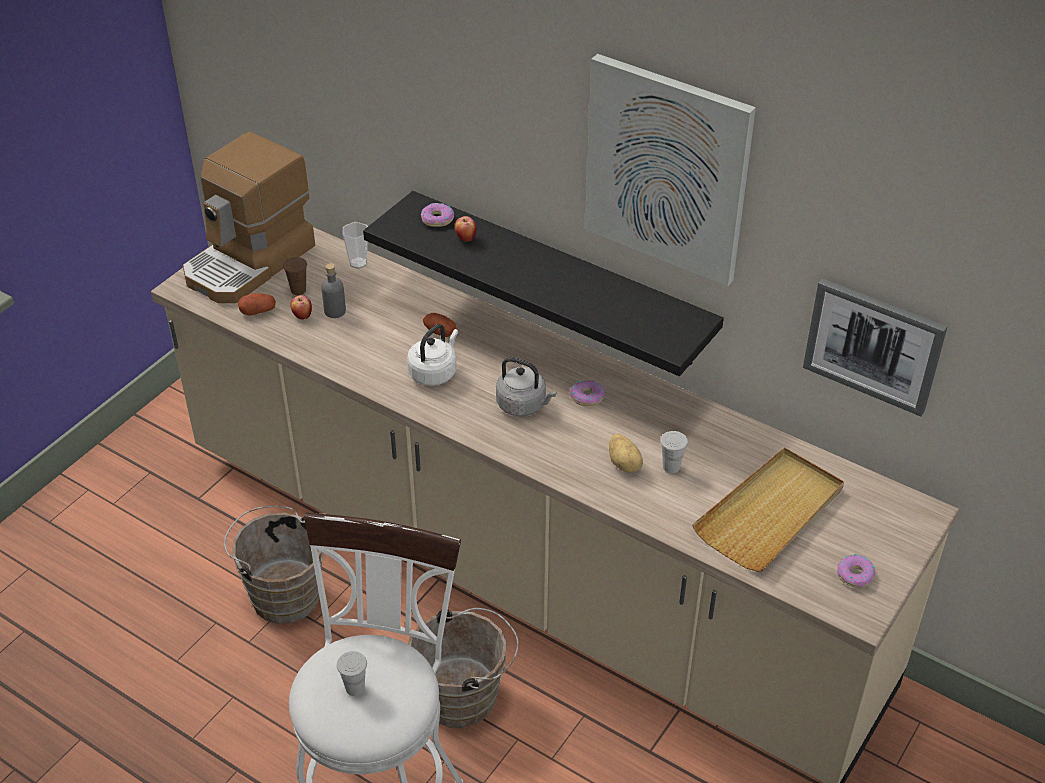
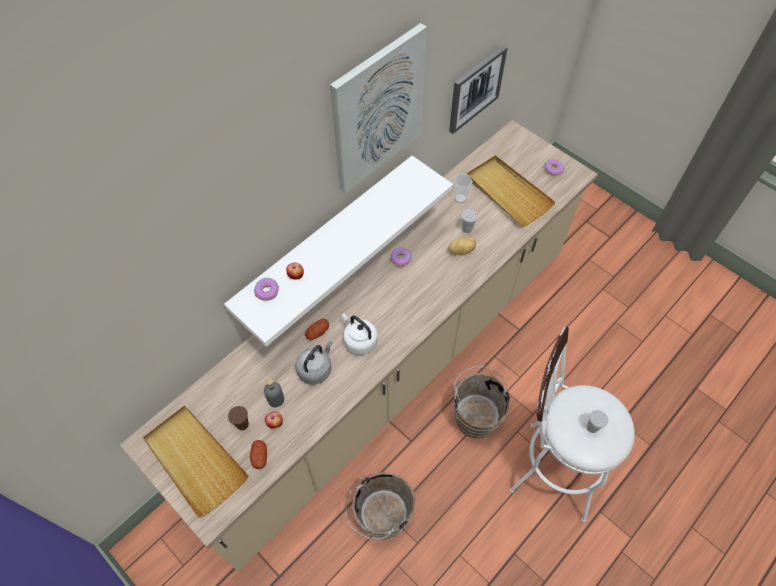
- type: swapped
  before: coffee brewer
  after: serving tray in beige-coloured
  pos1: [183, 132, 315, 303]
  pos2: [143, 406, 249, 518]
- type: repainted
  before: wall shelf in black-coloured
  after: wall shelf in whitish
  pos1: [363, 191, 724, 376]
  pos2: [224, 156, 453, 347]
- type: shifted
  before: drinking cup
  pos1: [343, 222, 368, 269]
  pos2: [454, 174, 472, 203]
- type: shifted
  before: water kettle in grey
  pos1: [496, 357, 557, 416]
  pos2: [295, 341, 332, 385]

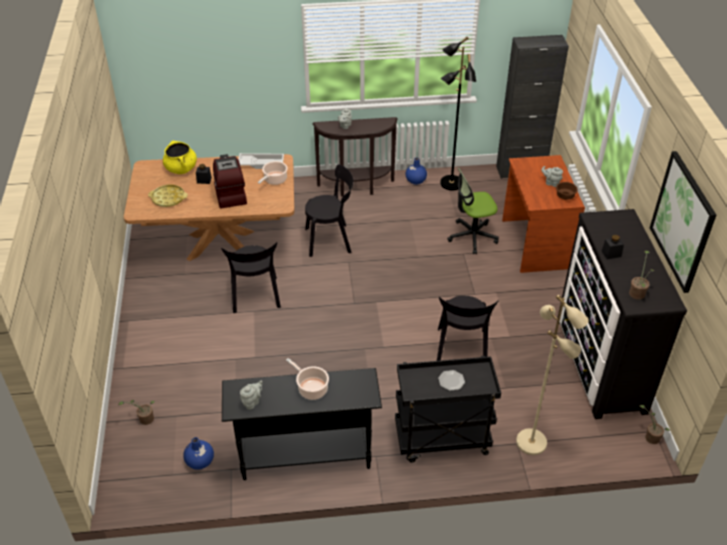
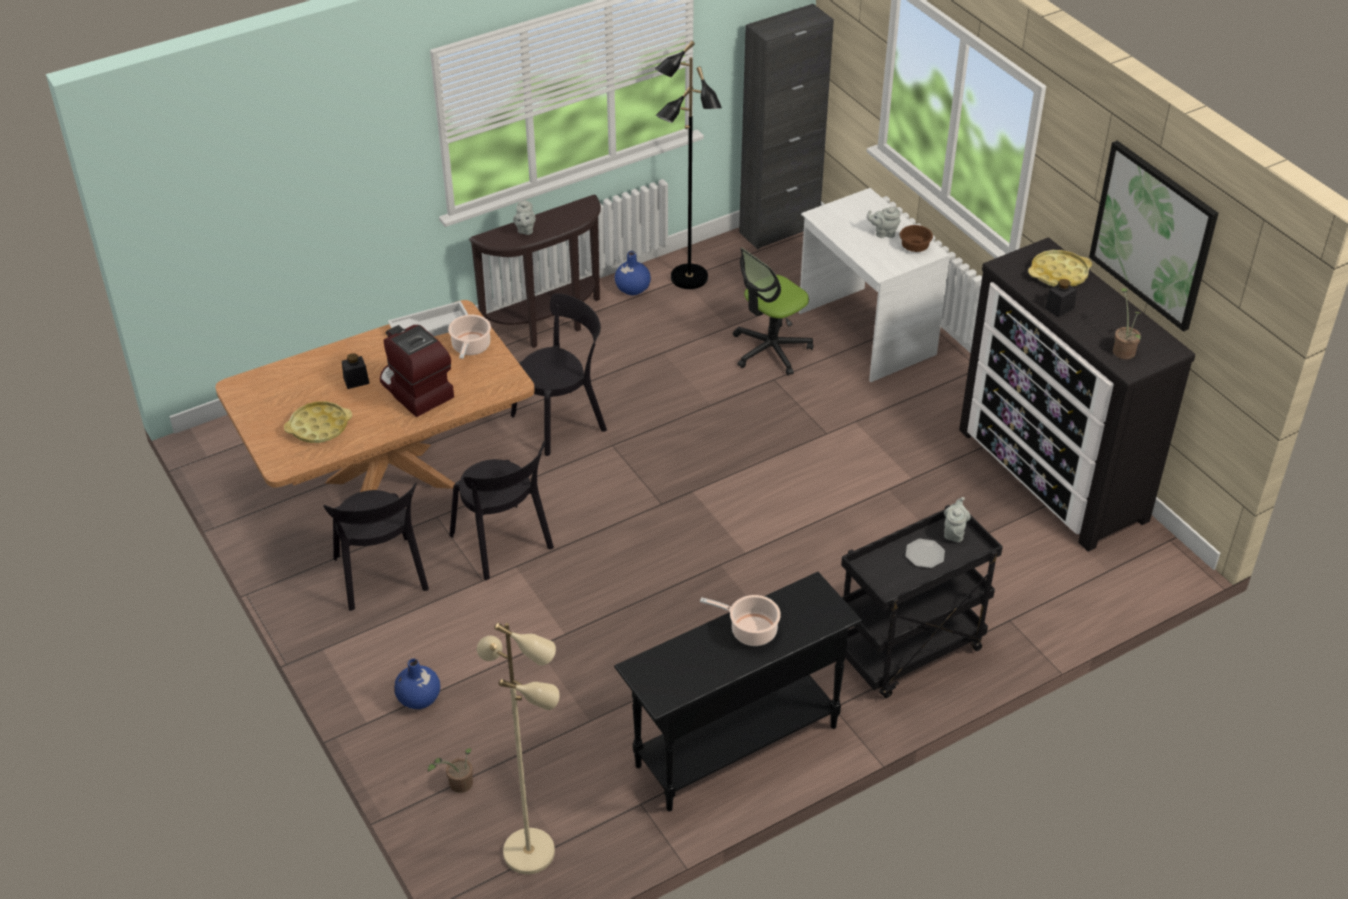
- type: gone
  before: saucepot in yellow
  pos1: [163, 141, 197, 174]
- type: repainted
  before: desk table in brownish
  after: desk table in whitish
  pos1: [502, 155, 585, 273]
  pos2: [799, 188, 950, 382]
- type: shifted
  before: standing lamp in beige-coloured
  pos1: [516, 295, 589, 455]
  pos2: [477, 623, 560, 874]
- type: shifted
  before: upright chair in black-coloured
  pos1: [437, 296, 499, 361]
  pos2: [323, 482, 429, 611]
- type: shifted
  before: teapot in grey
  pos1: [240, 381, 263, 410]
  pos2: [944, 497, 971, 542]
- type: gone
  before: potted plant
  pos1: [640, 405, 670, 444]
- type: shifted
  before: decorative vase in bluish
  pos1: [183, 437, 214, 470]
  pos2: [394, 659, 440, 709]
- type: new
  after: serving tray in yellow
  pos2: [1028, 250, 1092, 287]

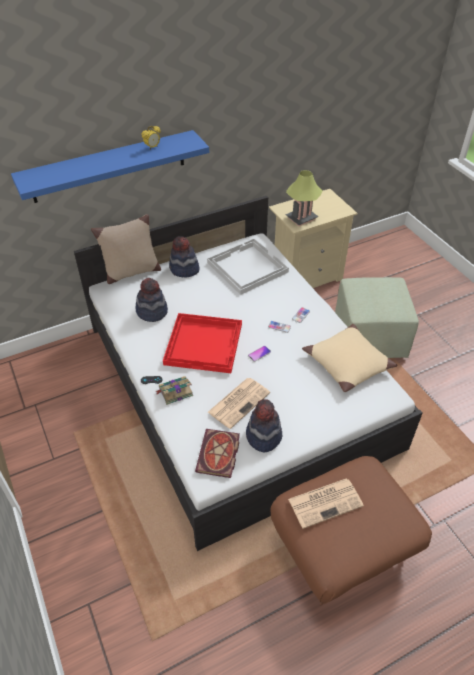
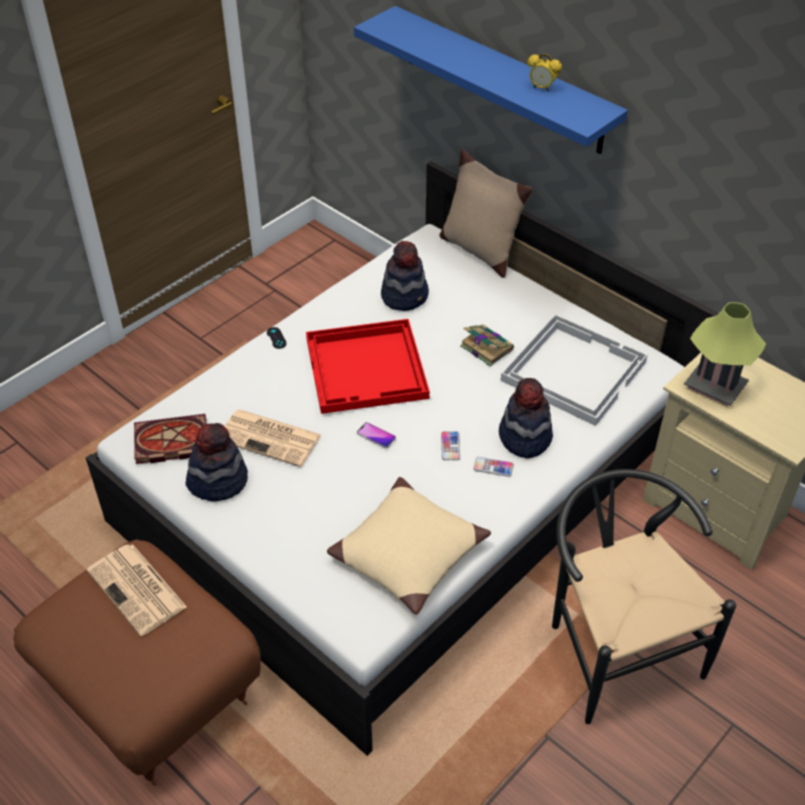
- type: shifted
  before: hat
  pos1: [169, 236, 199, 277]
  pos2: [499, 378, 553, 458]
- type: swapped
  before: pouffe in green-coloured
  after: upright chair in black-coloured
  pos1: [335, 277, 419, 358]
  pos2: [552, 469, 736, 724]
- type: shifted
  before: book
  pos1: [156, 376, 193, 405]
  pos2: [460, 324, 514, 367]

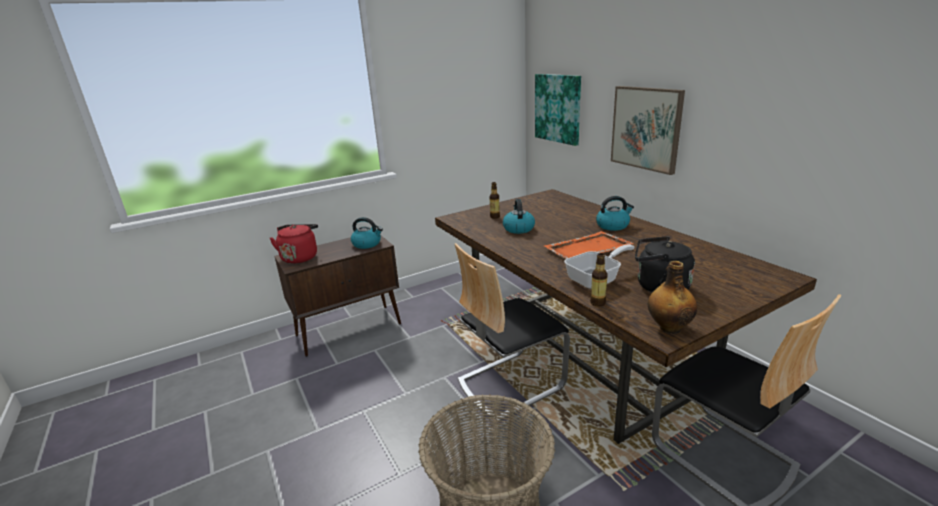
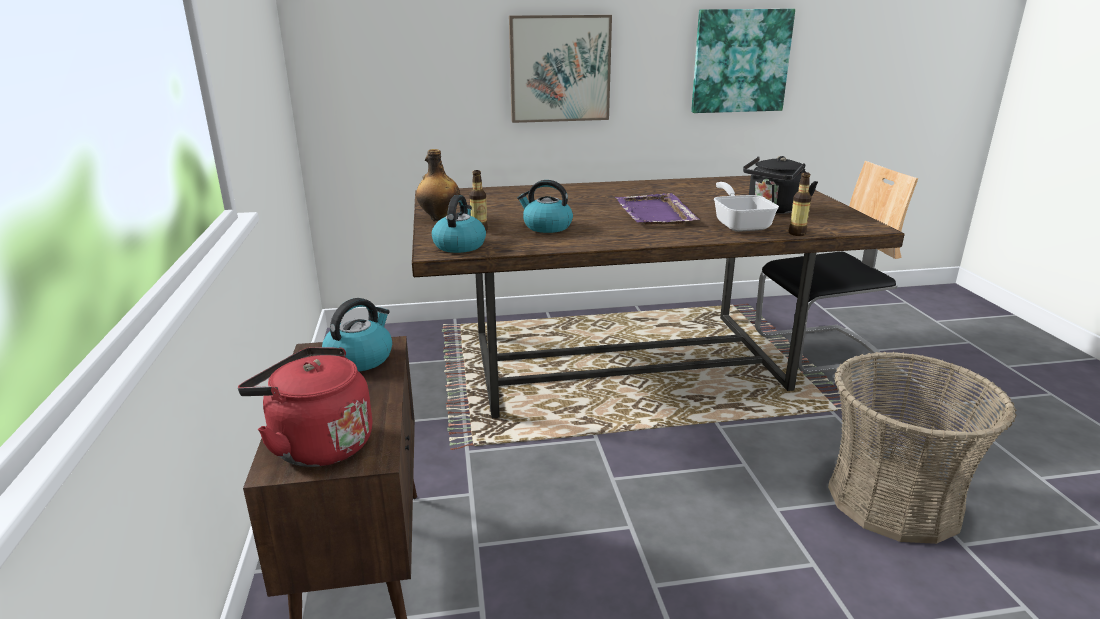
- type: shifted
  before: wall art
  pos1: [535, 74, 581, 146]
  pos2: [691, 9, 795, 113]
- type: shifted
  before: water kettle
  pos1: [596, 196, 634, 231]
  pos2: [432, 195, 486, 253]
- type: repainted
  before: serving tray in orange
  after: serving tray in purplish
  pos1: [544, 231, 634, 259]
  pos2: [615, 193, 700, 225]
- type: gone
  before: upright chair
  pos1: [455, 243, 570, 421]
- type: shifted
  before: beverage bottle
  pos1: [648, 261, 697, 334]
  pos2: [416, 149, 461, 221]

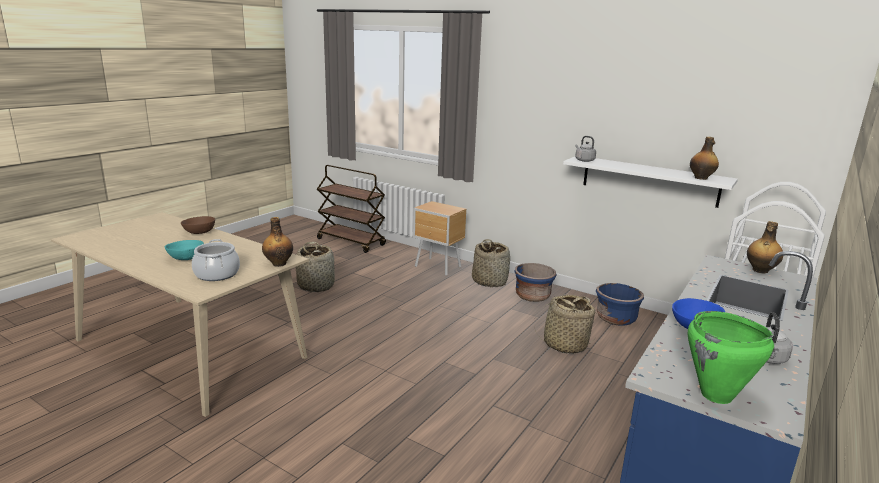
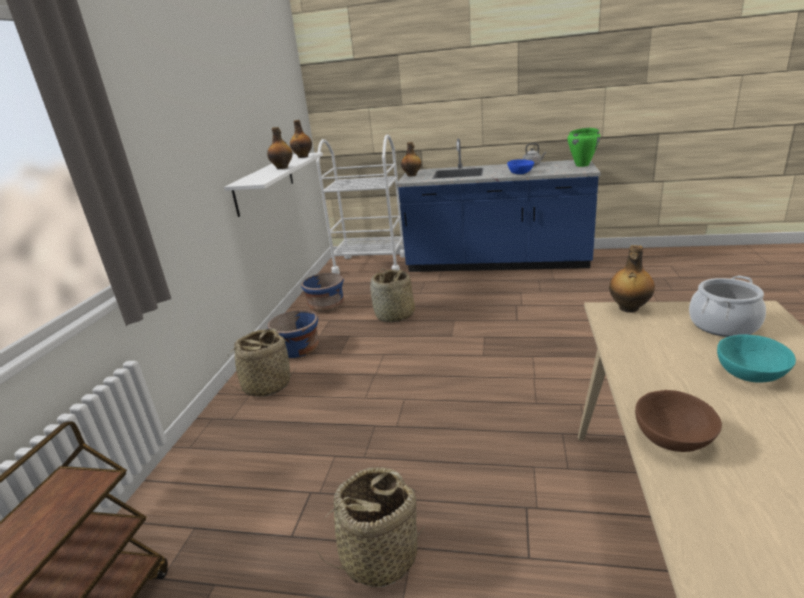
- type: gone
  before: water kettle in grey
  pos1: [575, 136, 596, 162]
- type: gone
  before: nightstand in brownish
  pos1: [413, 201, 466, 276]
- type: new
  after: beverage bottle
  pos2: [267, 127, 293, 169]

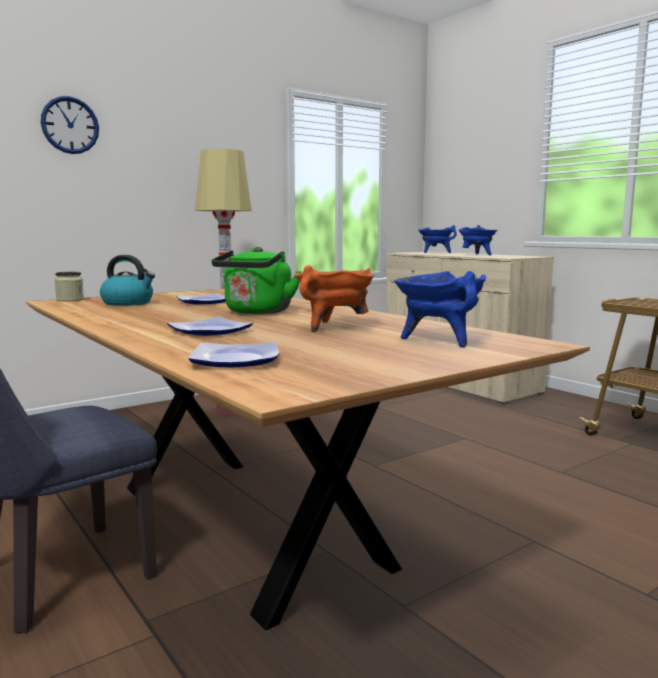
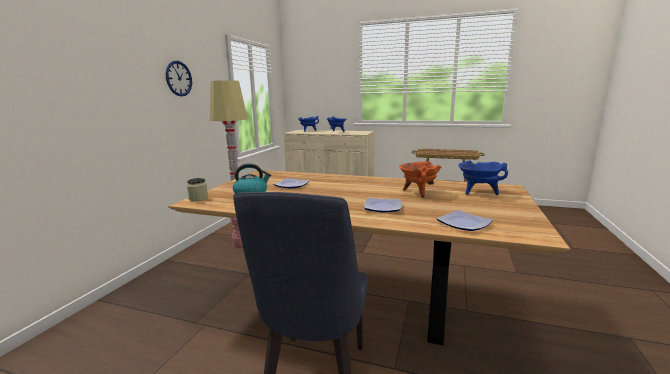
- type: shifted
  before: clock on the wall
  pos1: [41, 96, 99, 154]
  pos2: [166, 61, 192, 96]
- type: gone
  before: water kettle in green-coloured
  pos1: [212, 246, 302, 314]

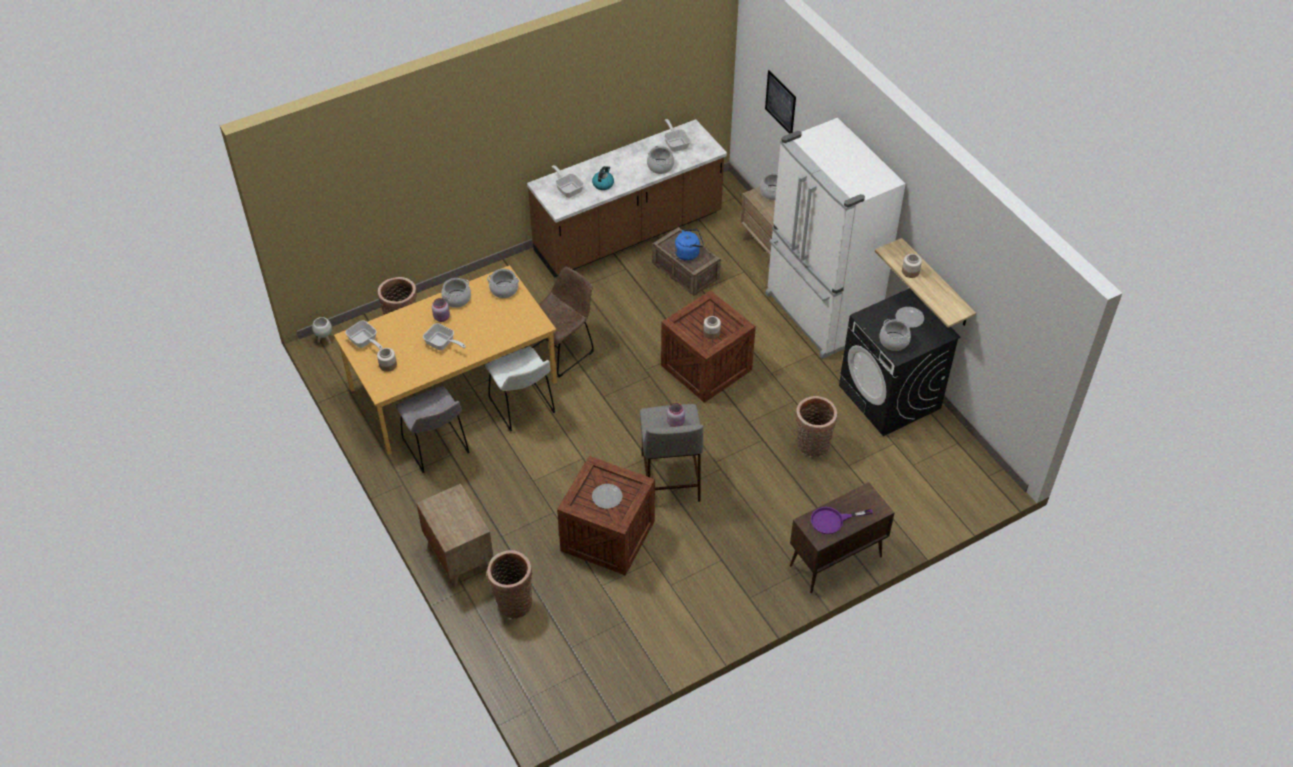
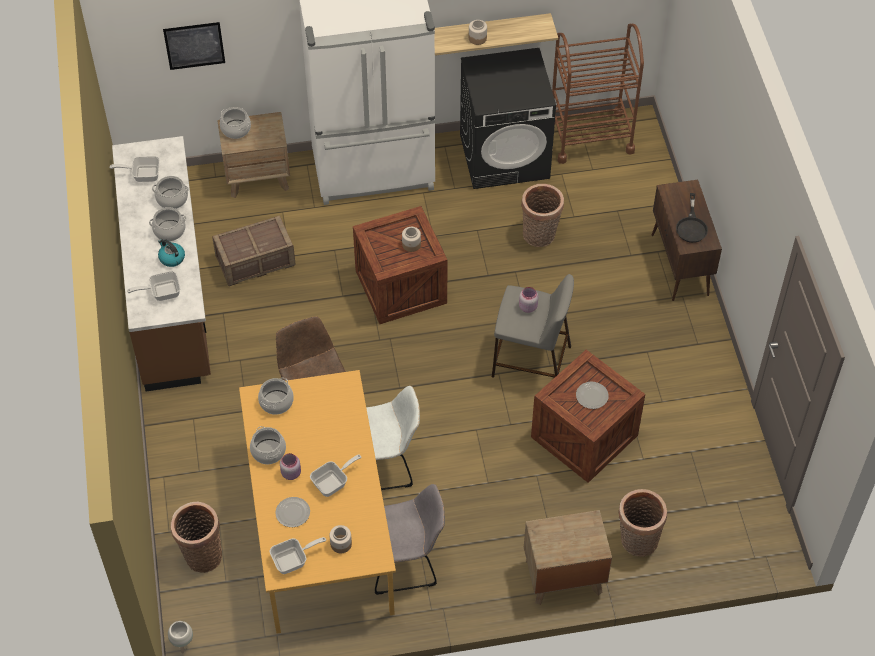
- type: gone
  before: water kettle in bluish
  pos1: [675, 229, 704, 261]
- type: shifted
  before: plate
  pos1: [895, 307, 924, 328]
  pos2: [275, 497, 310, 527]
- type: shifted
  before: saucepot
  pos1: [879, 319, 911, 351]
  pos2: [149, 207, 186, 241]
- type: repainted
  before: skillet in purplish
  after: skillet in black-coloured
  pos1: [811, 507, 873, 534]
  pos2: [676, 193, 708, 243]
- type: new
  after: wheeled cart in brownish
  pos2: [552, 24, 644, 164]

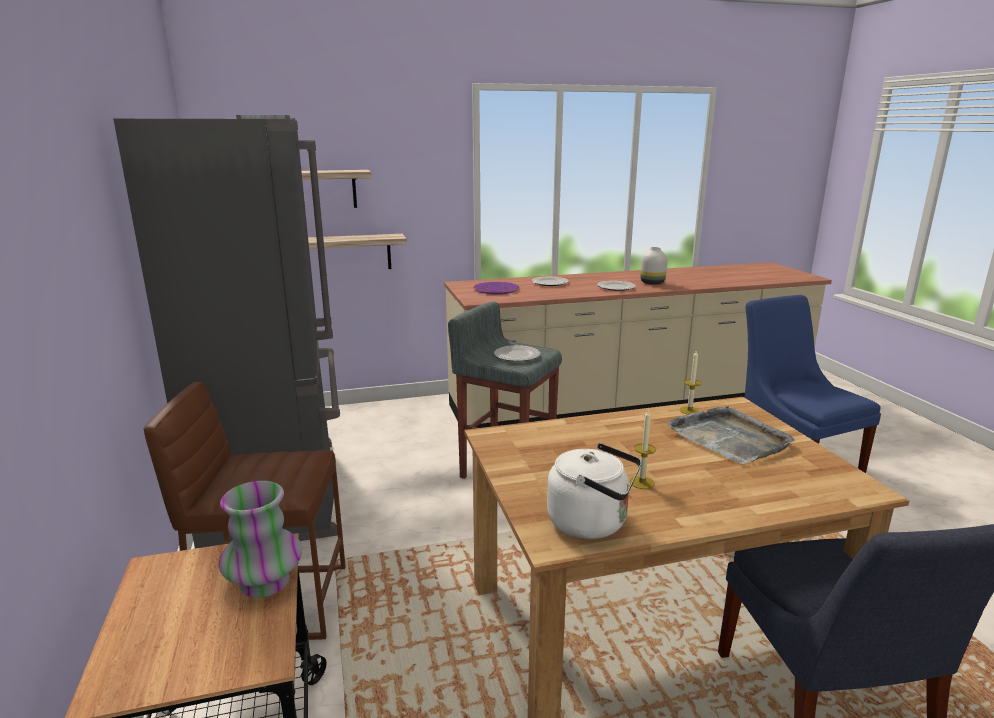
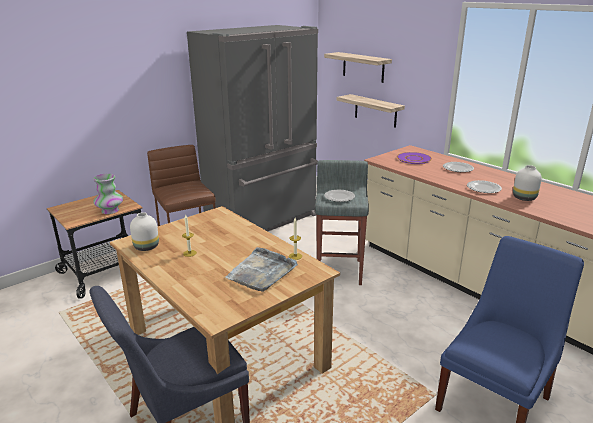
- type: swapped
  before: water kettle in whitish
  after: decorative vase in whitish
  pos1: [547, 443, 642, 539]
  pos2: [130, 212, 159, 251]

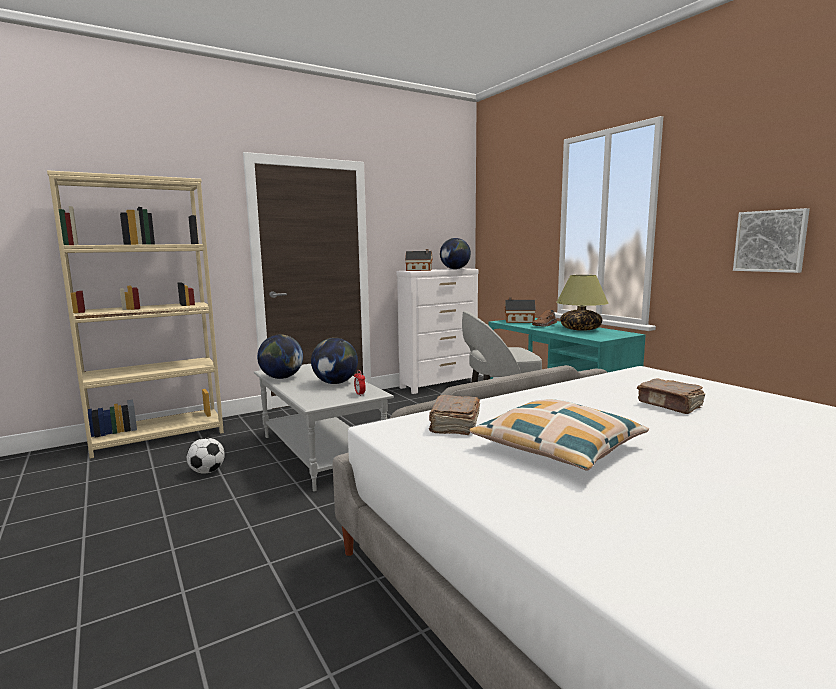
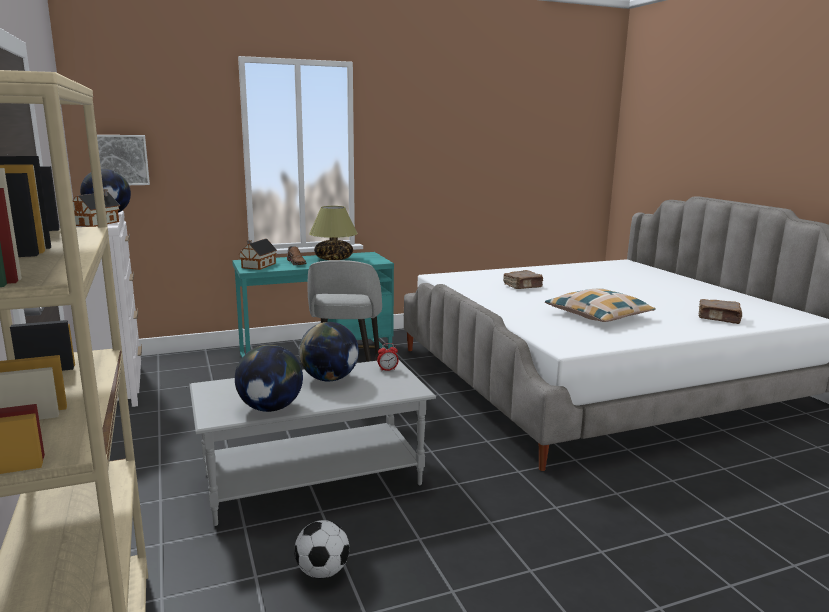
- type: shifted
  before: wall art
  pos1: [733, 208, 810, 273]
  pos2: [97, 135, 150, 185]
- type: shifted
  before: book in brownish
  pos1: [429, 395, 480, 435]
  pos2: [699, 299, 742, 324]

